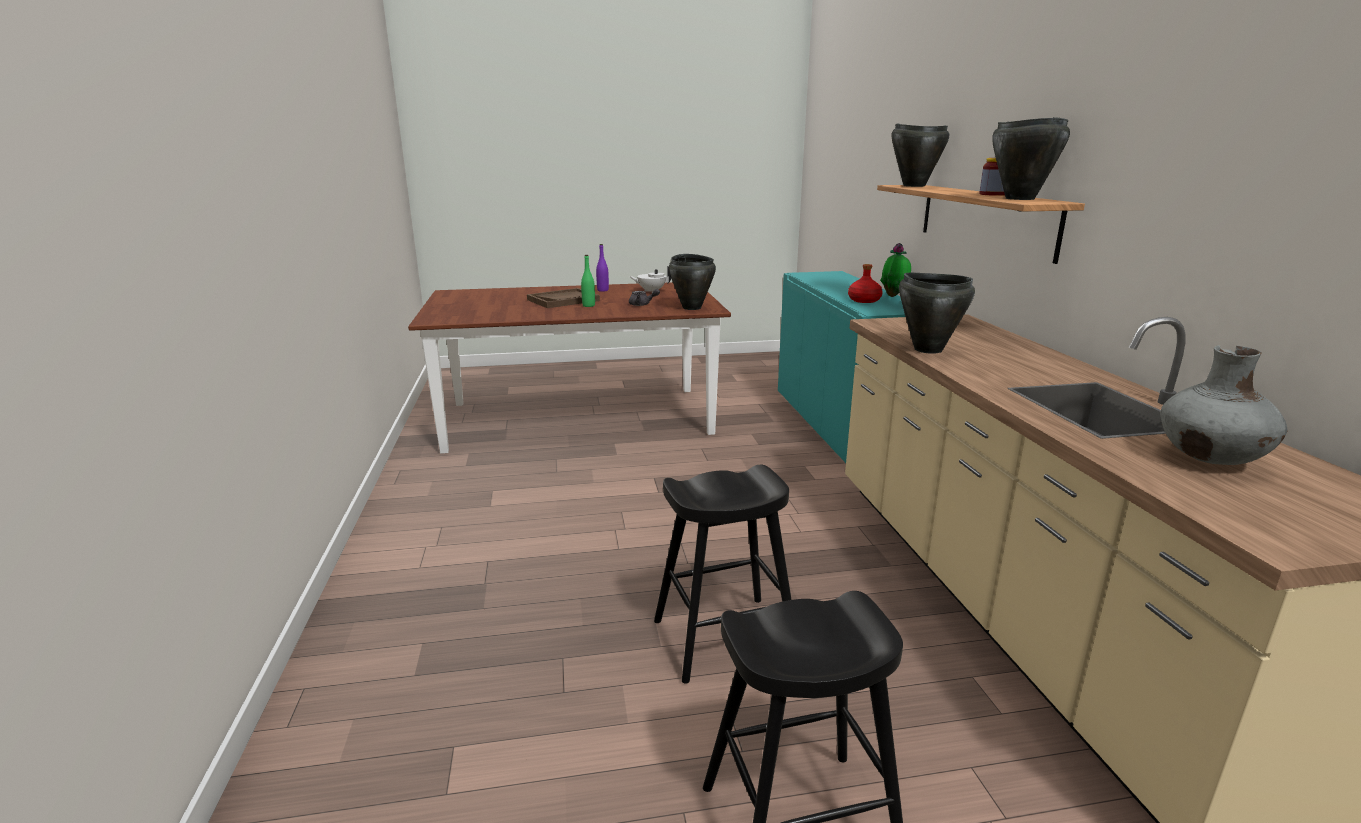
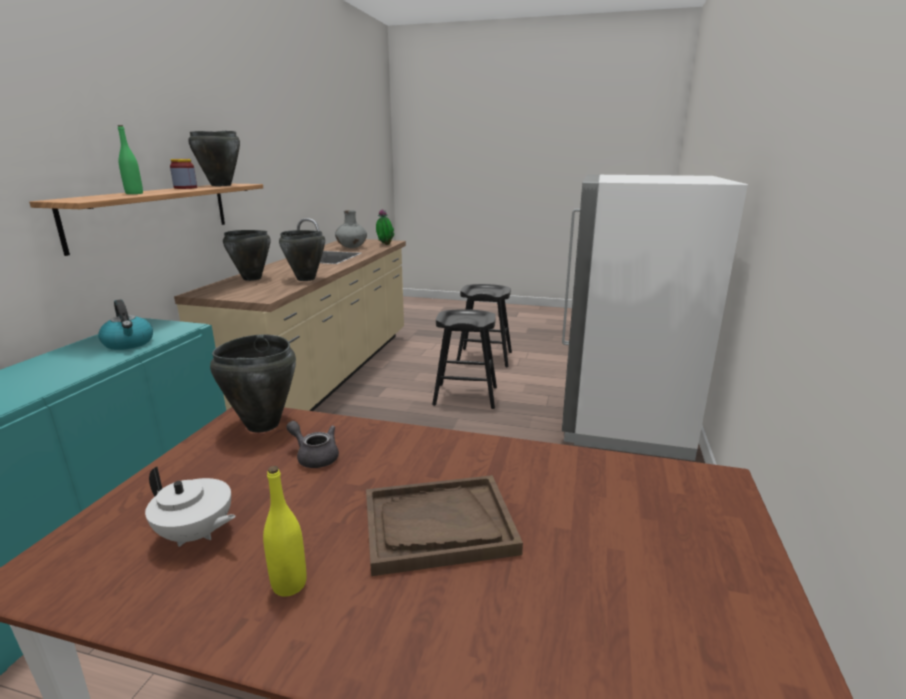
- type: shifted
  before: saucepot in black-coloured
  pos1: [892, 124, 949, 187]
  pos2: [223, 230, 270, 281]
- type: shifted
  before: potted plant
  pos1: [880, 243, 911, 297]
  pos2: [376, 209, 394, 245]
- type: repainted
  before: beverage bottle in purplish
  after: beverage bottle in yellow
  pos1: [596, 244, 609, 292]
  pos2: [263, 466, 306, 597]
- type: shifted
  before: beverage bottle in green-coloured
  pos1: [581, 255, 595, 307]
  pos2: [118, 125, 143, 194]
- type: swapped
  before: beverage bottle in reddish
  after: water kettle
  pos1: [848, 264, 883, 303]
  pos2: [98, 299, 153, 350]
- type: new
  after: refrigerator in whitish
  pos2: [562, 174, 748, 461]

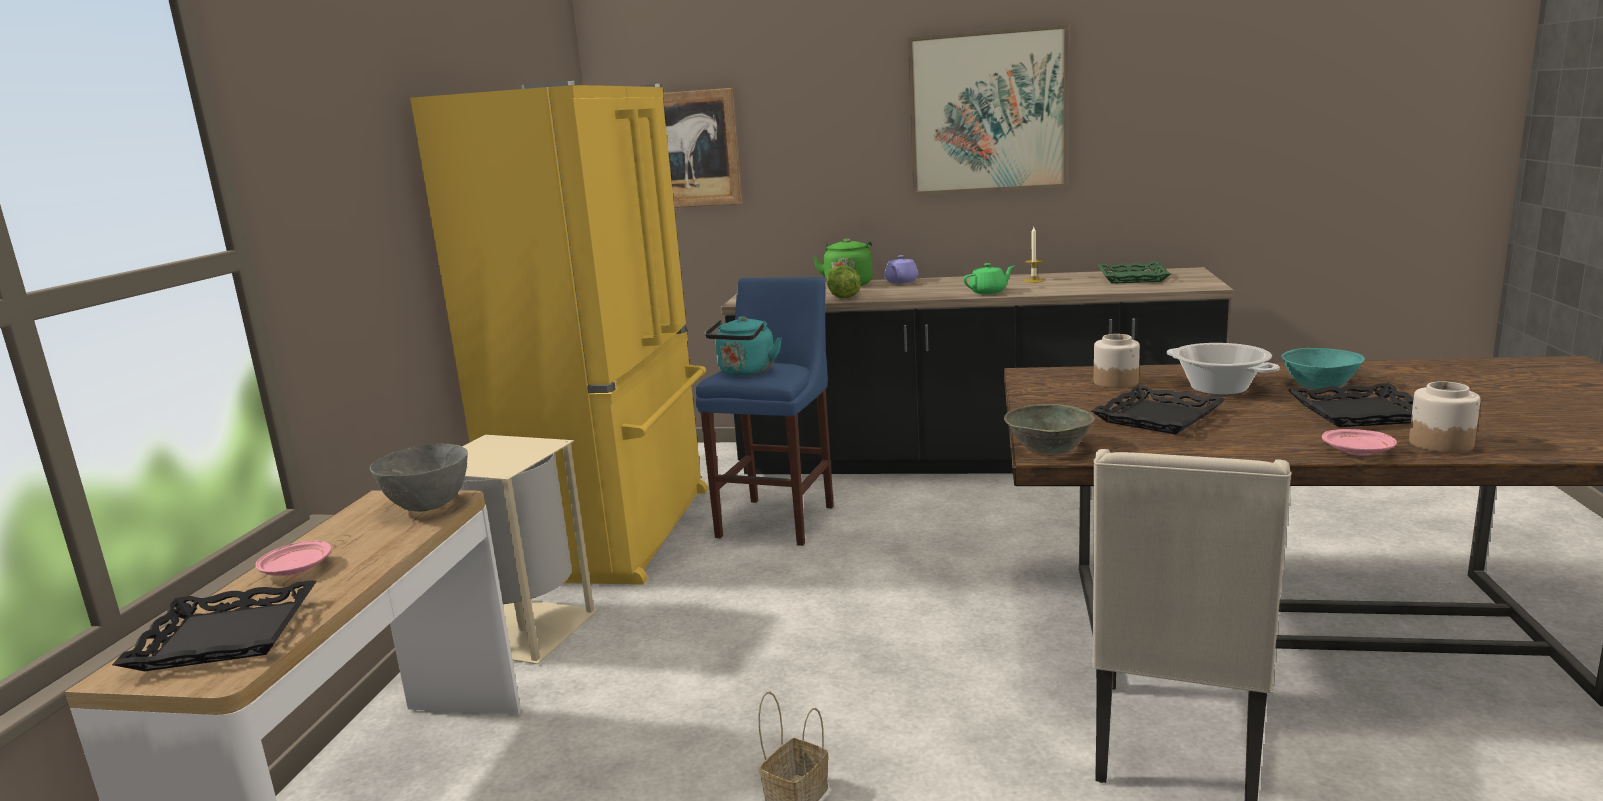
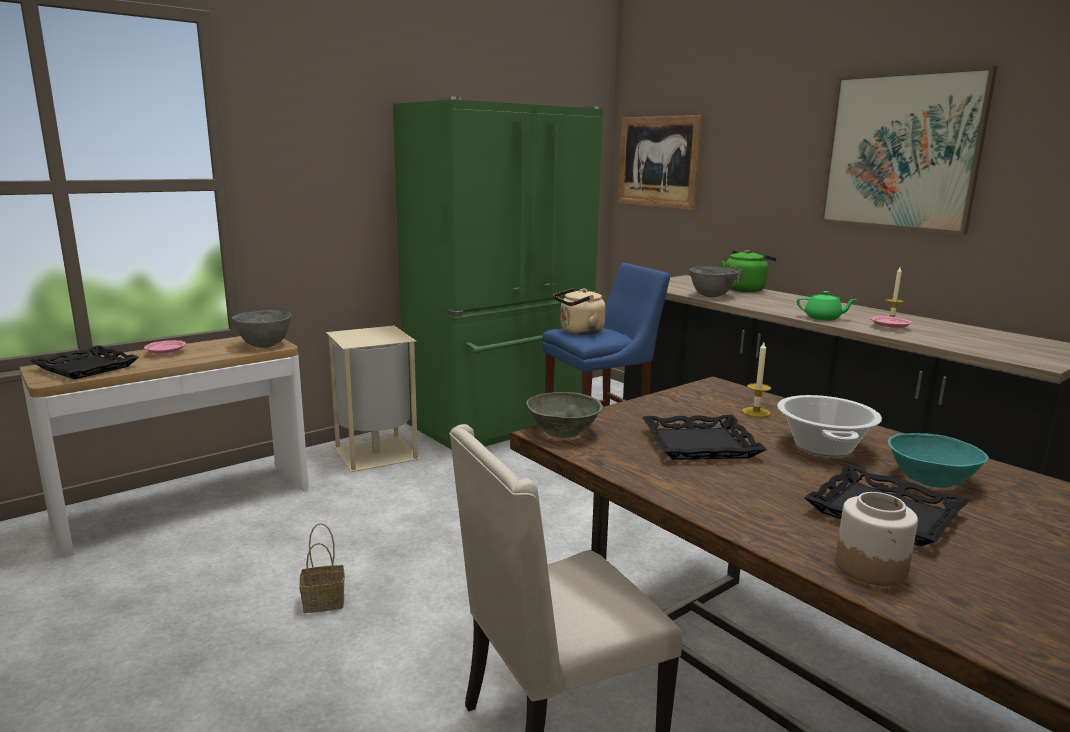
- type: repainted
  before: refrigerator in yellow
  after: refrigerator in green-coloured
  pos1: [410, 81, 708, 585]
  pos2: [393, 96, 603, 450]
- type: gone
  before: teapot in purplish
  pos1: [884, 255, 919, 284]
- type: gone
  before: serving tray in green-coloured
  pos1: [1097, 262, 1171, 284]
- type: swapped
  before: head of lettuce
  after: bowl in grey
  pos1: [826, 266, 861, 298]
  pos2: [690, 266, 739, 297]
- type: repainted
  before: water kettle in turquoise
  after: water kettle in beige-coloured
  pos1: [705, 316, 782, 376]
  pos2: [553, 288, 605, 335]
- type: swapped
  before: storage jar
  after: wax candle
  pos1: [1094, 334, 1140, 388]
  pos2: [742, 342, 771, 417]
- type: shifted
  before: plate in pinkish
  pos1: [1322, 429, 1397, 456]
  pos2: [871, 316, 912, 329]

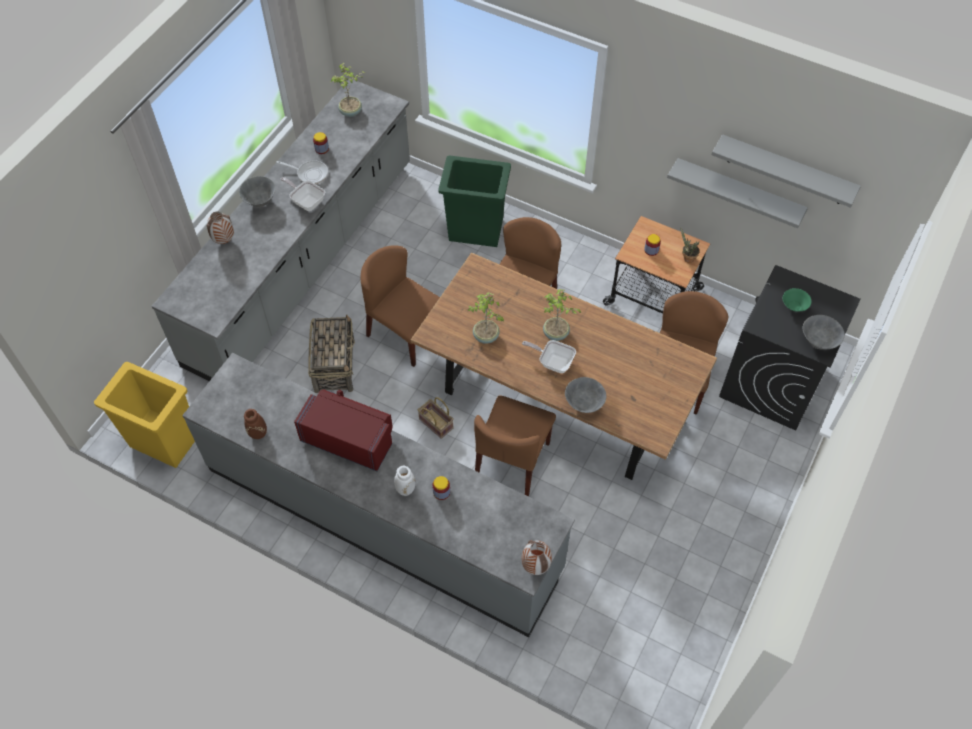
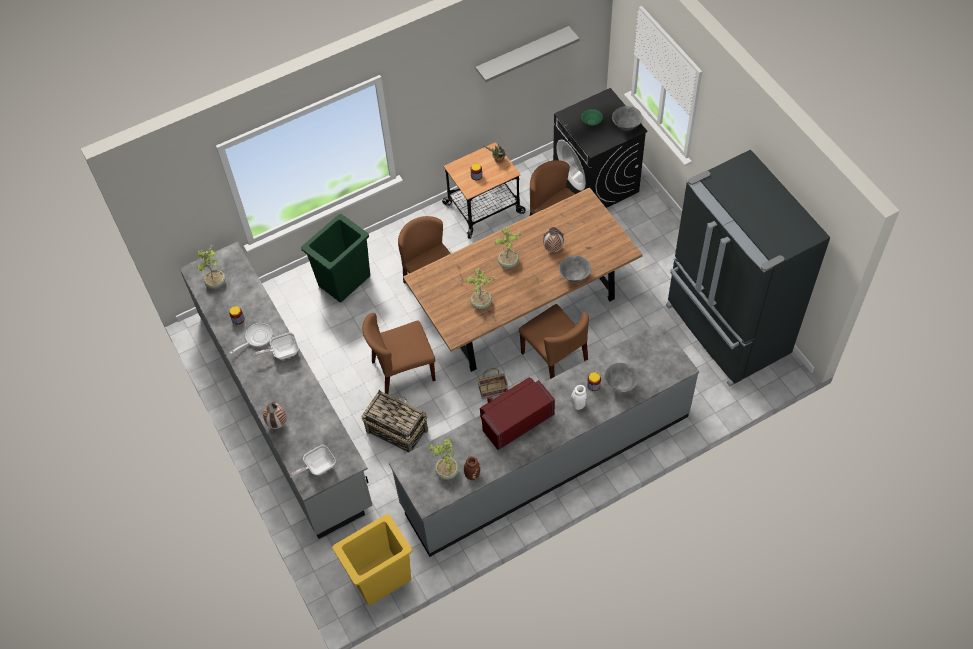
- type: gone
  before: wall shelf in grey
  pos1: [667, 158, 808, 228]
- type: shifted
  before: bowl in grey
  pos1: [239, 176, 276, 207]
  pos2: [604, 363, 639, 392]
- type: shifted
  before: skillet
  pos1: [522, 340, 576, 373]
  pos2: [290, 445, 336, 478]
- type: shifted
  before: decorative vase
  pos1: [522, 540, 552, 575]
  pos2: [543, 227, 564, 252]
- type: new
  after: refrigerator in black-coloured
  pos2: [666, 150, 830, 386]
- type: new
  after: potted plant
  pos2: [429, 439, 459, 480]

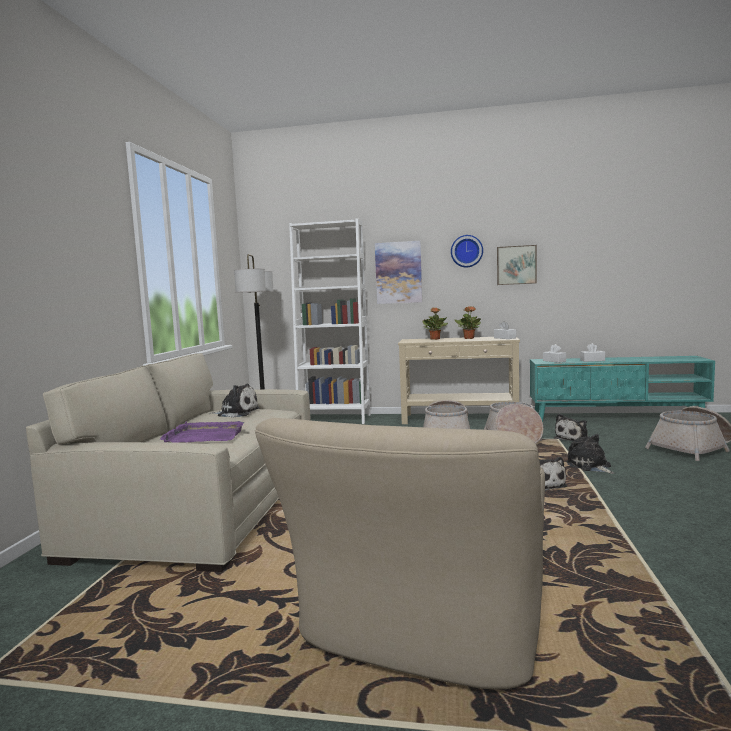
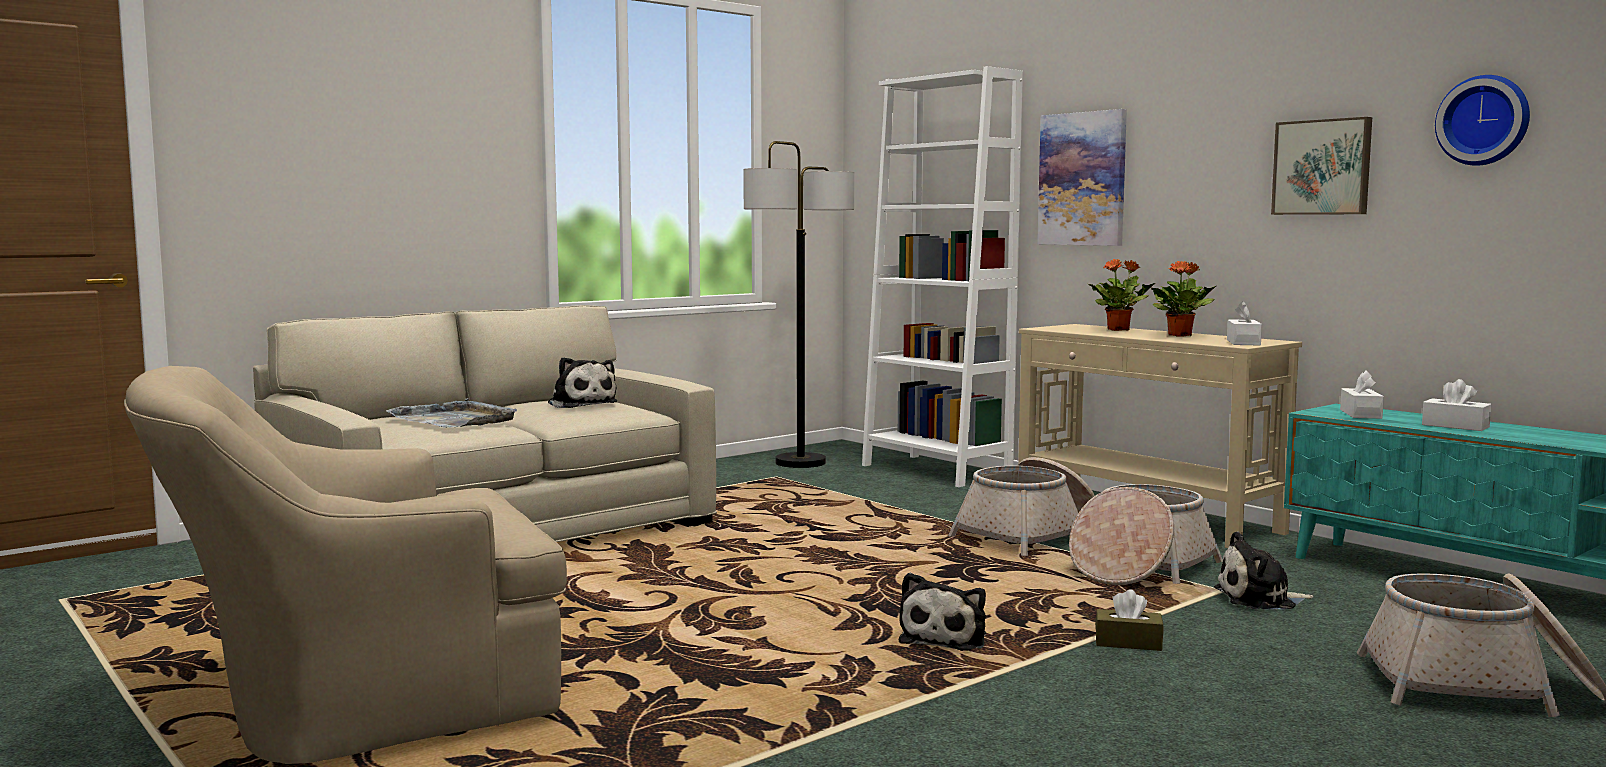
- type: shifted
  before: clock on the wall
  pos1: [451, 235, 483, 268]
  pos2: [1435, 75, 1530, 166]
- type: repainted
  before: serving tray in purplish
  after: serving tray in grey
  pos1: [160, 421, 244, 443]
  pos2: [386, 398, 517, 428]
- type: swapped
  before: soft toy
  after: tissue box in brownish
  pos1: [566, 434, 614, 474]
  pos2: [1095, 589, 1164, 651]

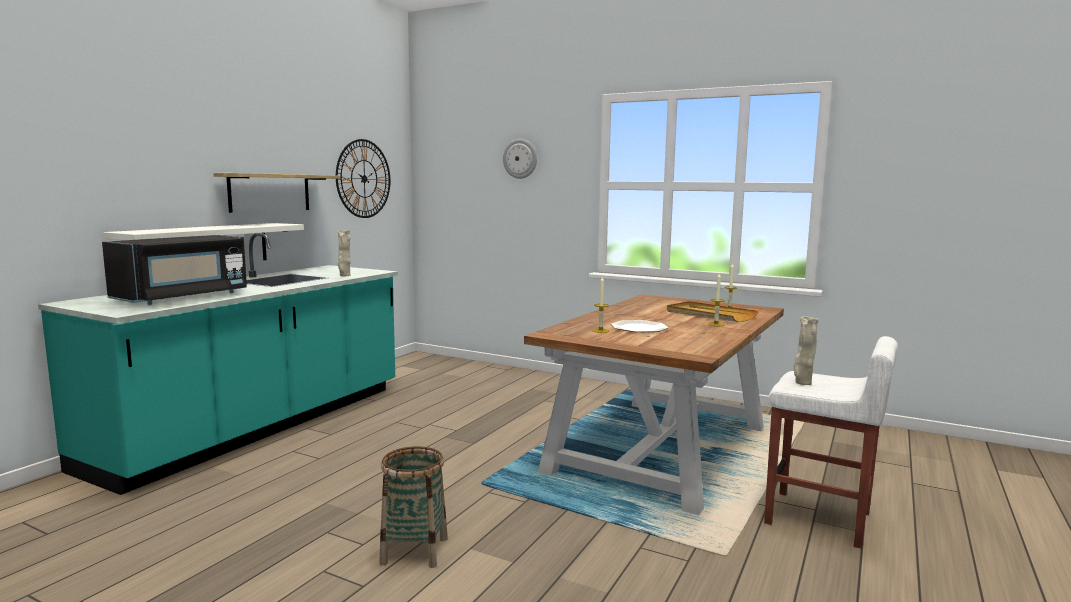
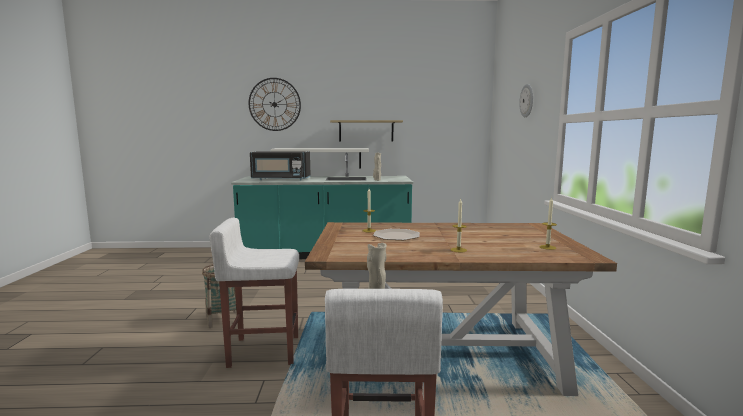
- type: shifted
  before: clock on the wall
  pos1: [336, 139, 390, 218]
  pos2: [249, 78, 301, 131]
- type: gone
  before: serving tray in beige-coloured
  pos1: [667, 301, 758, 322]
- type: new
  after: stool in whitish
  pos2: [210, 218, 299, 368]

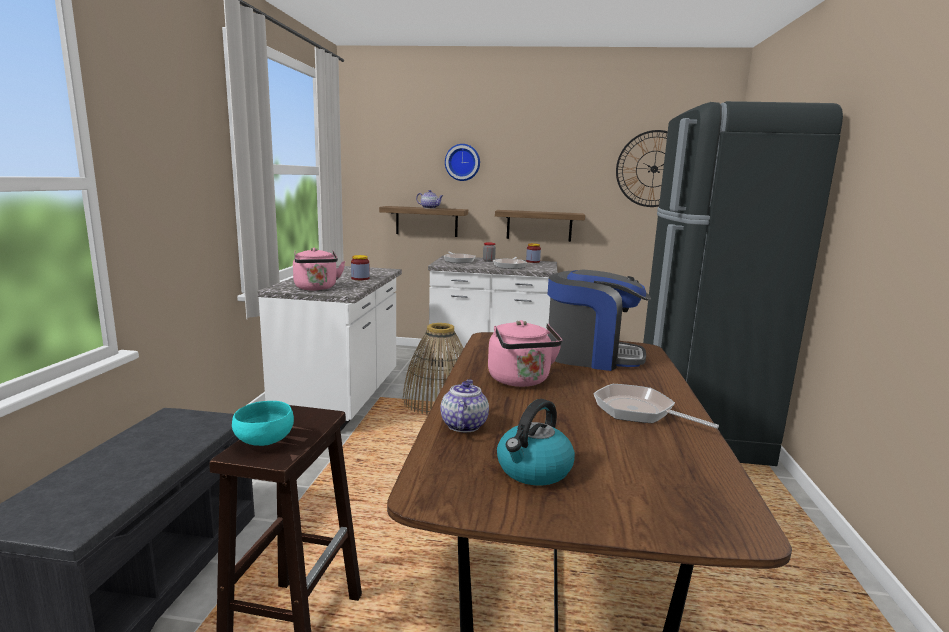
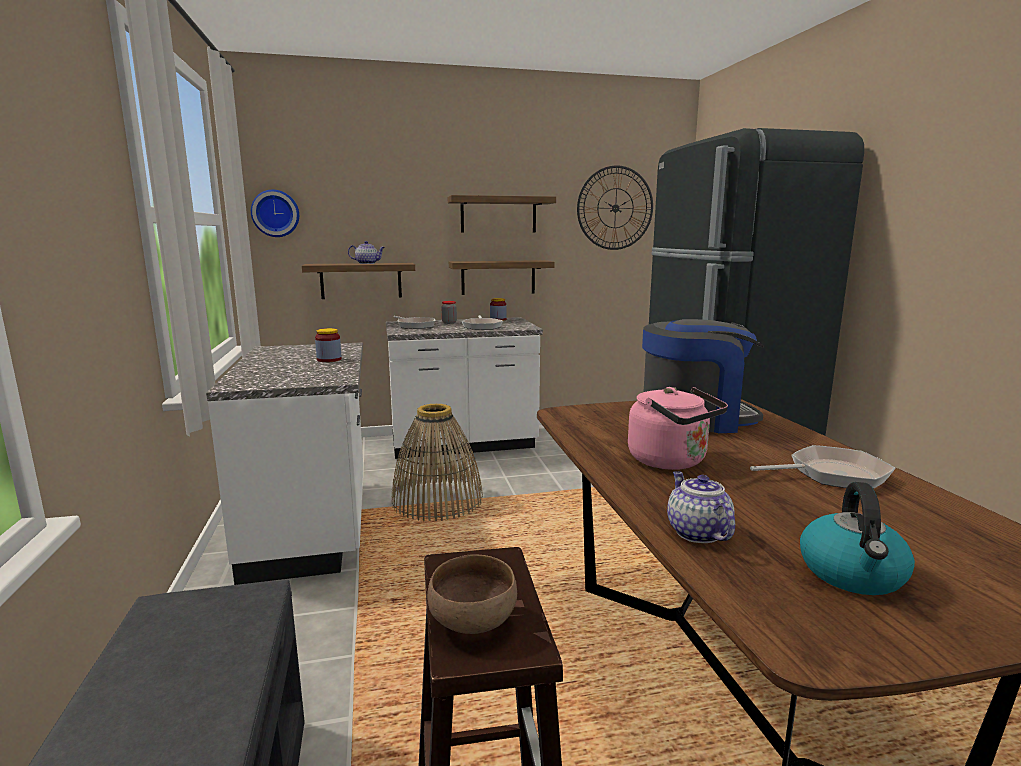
- type: shifted
  before: clock on the wall
  pos1: [445, 144, 480, 181]
  pos2: [251, 190, 299, 237]
- type: gone
  before: water kettle in pinkish
  pos1: [293, 248, 345, 290]
- type: rotated
  before: skillet
  pos1: [593, 384, 719, 429]
  pos2: [750, 445, 896, 489]
  turn: 150
- type: repainted
  before: bowl in turquoise
  after: bowl in brownish
  pos1: [232, 401, 294, 446]
  pos2: [427, 555, 517, 634]
- type: new
  after: wall shelf
  pos2: [448, 195, 556, 232]

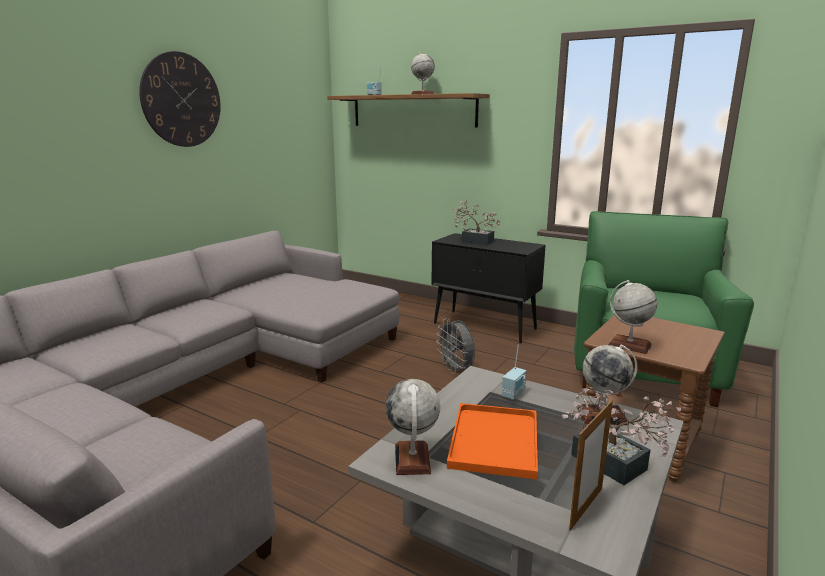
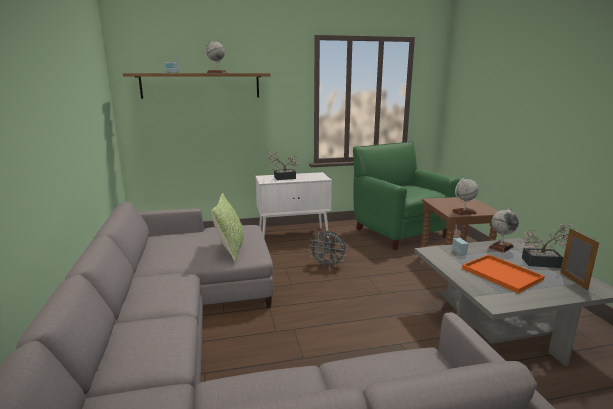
- type: gone
  before: clock on the wall
  pos1: [139, 51, 221, 147]
- type: repainted
  before: cupboard in black-coloured
  after: cupboard in whitish
  pos1: [431, 233, 546, 343]
  pos2: [255, 172, 332, 239]
- type: gone
  before: globe
  pos1: [385, 379, 440, 475]
- type: new
  after: cushion
  pos2: [212, 193, 244, 262]

